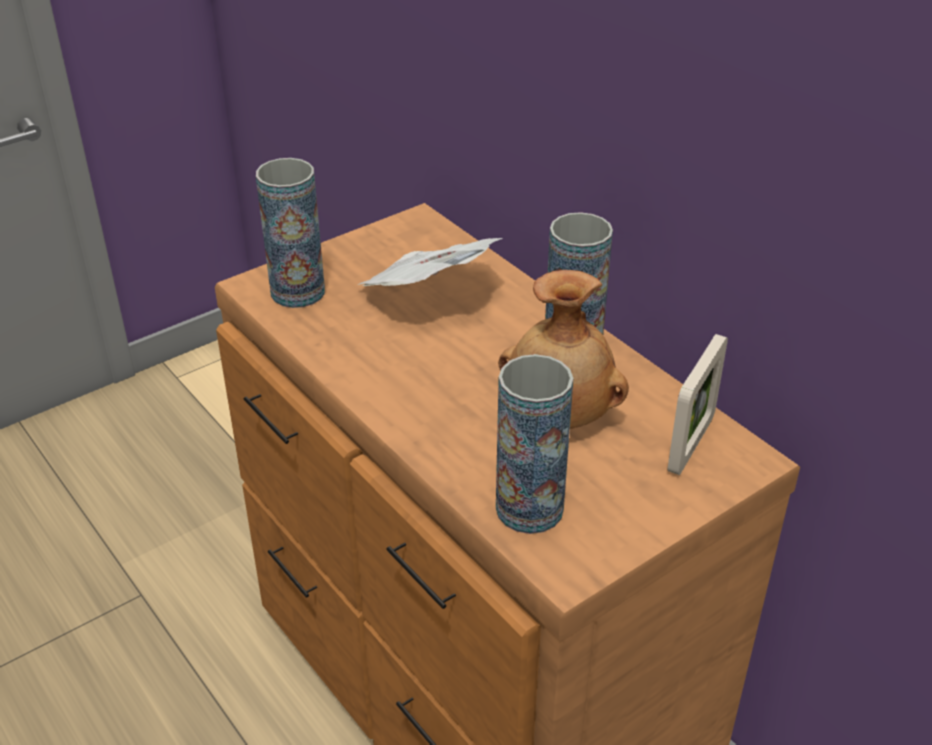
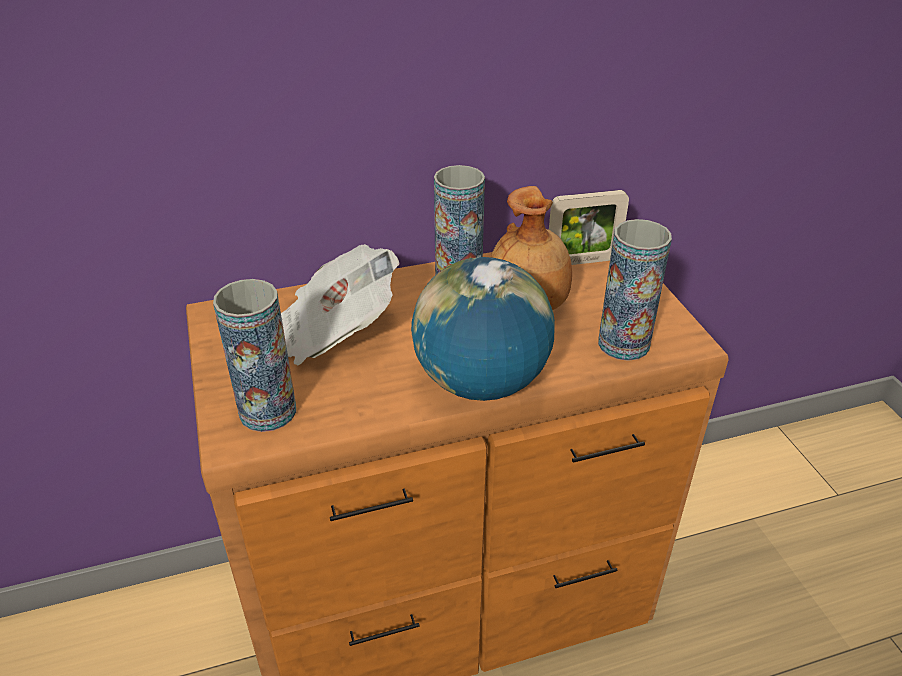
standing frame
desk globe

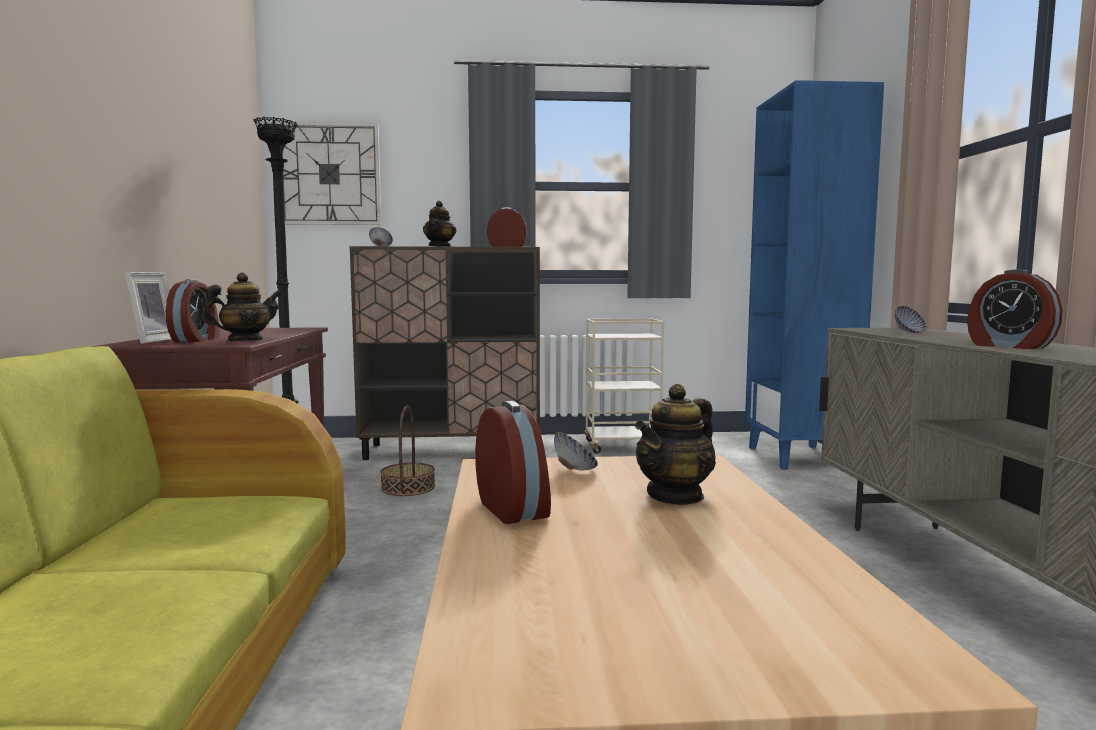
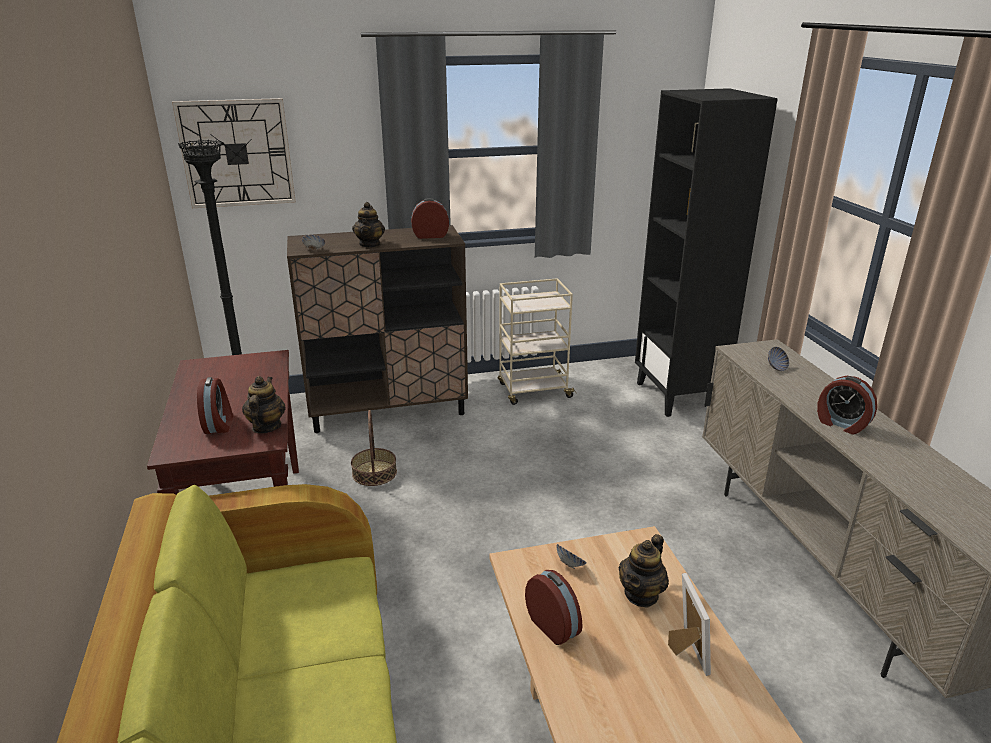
standing frame
pot for tea (1st from left)
blackish bookshelf

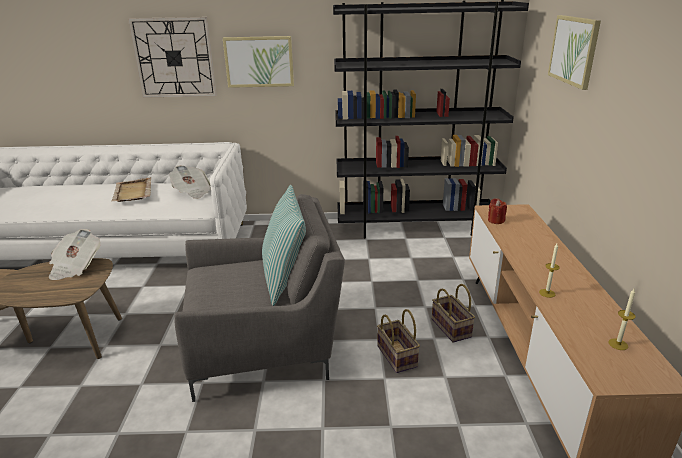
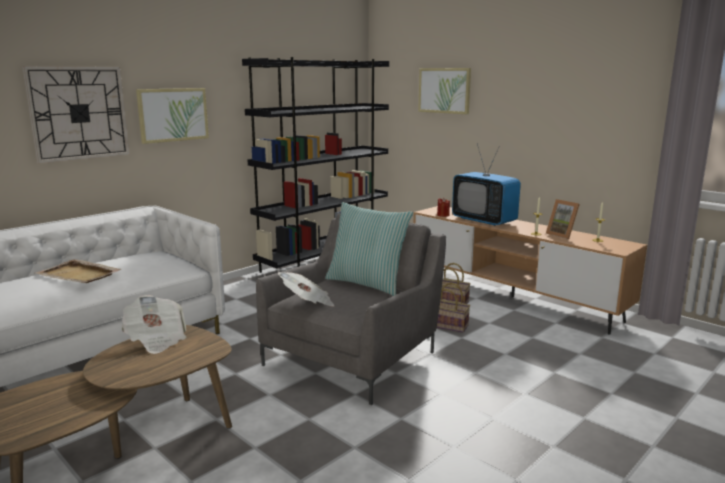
printed paper (2nd from left)
television
standing frame

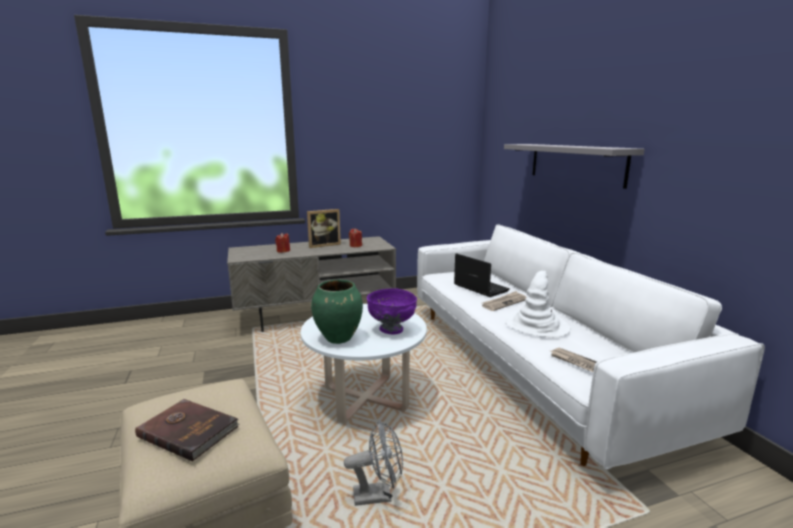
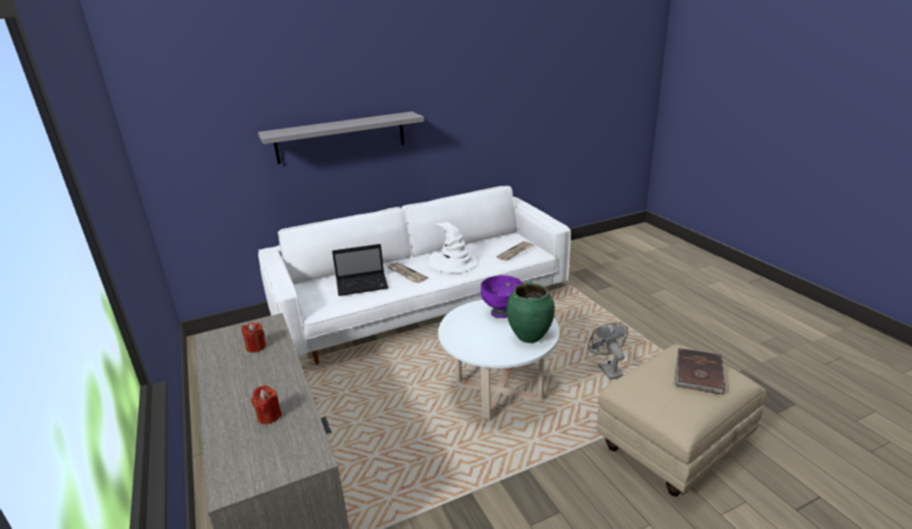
standing frame
notebook computer

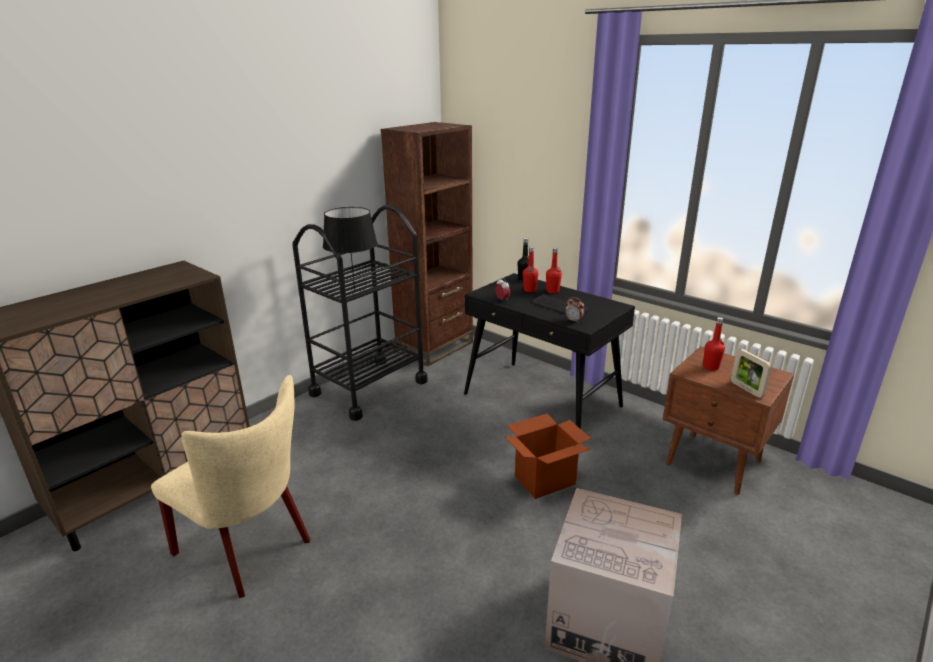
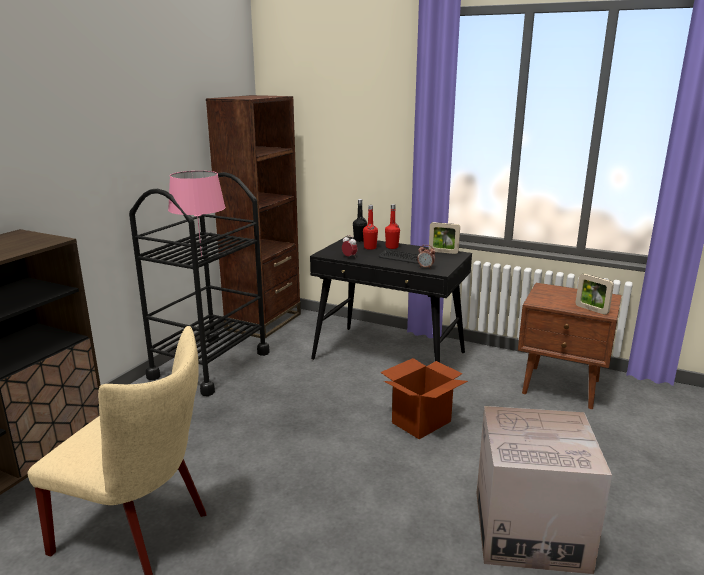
pinkish tabletop lamp
red bottle (3rd from left in the first image)
standing frame (1st from left)

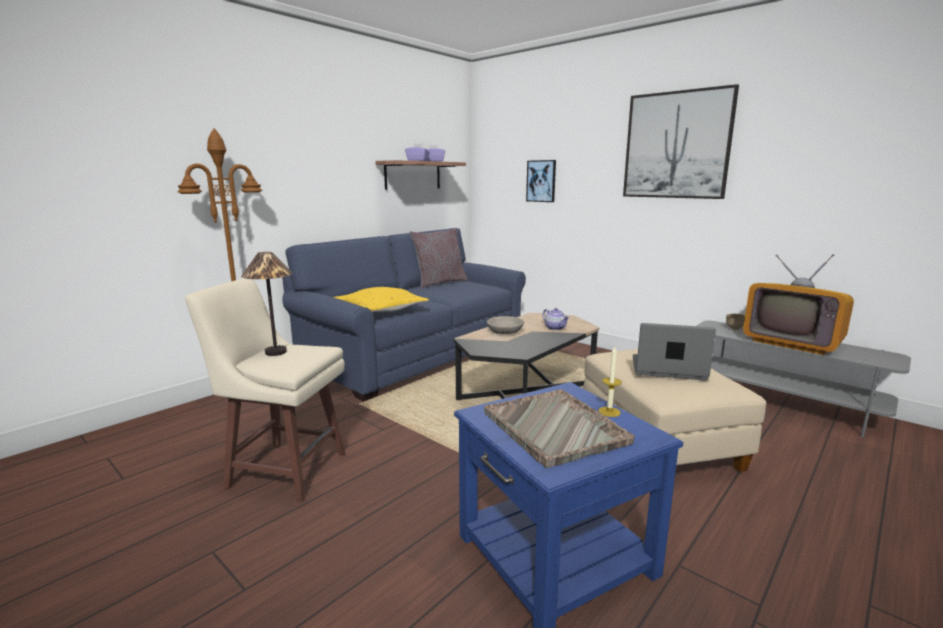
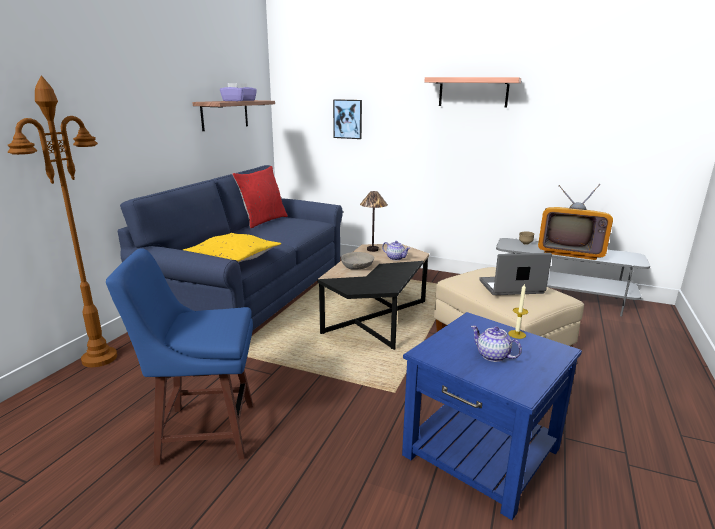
bluish stool
tabletop lamp
red pillow
pot for tea (2nd from left)
shelf (2nd from left)

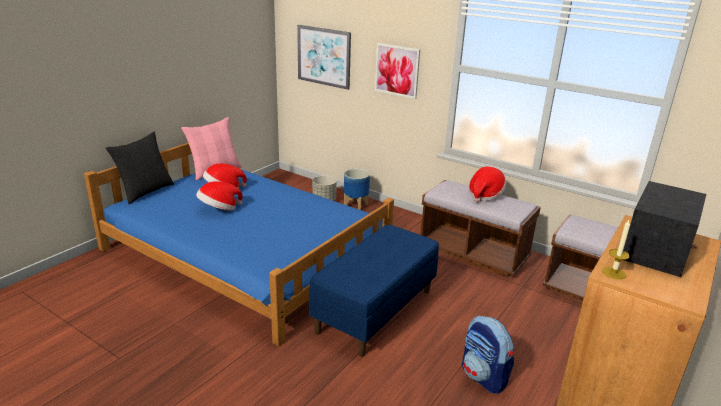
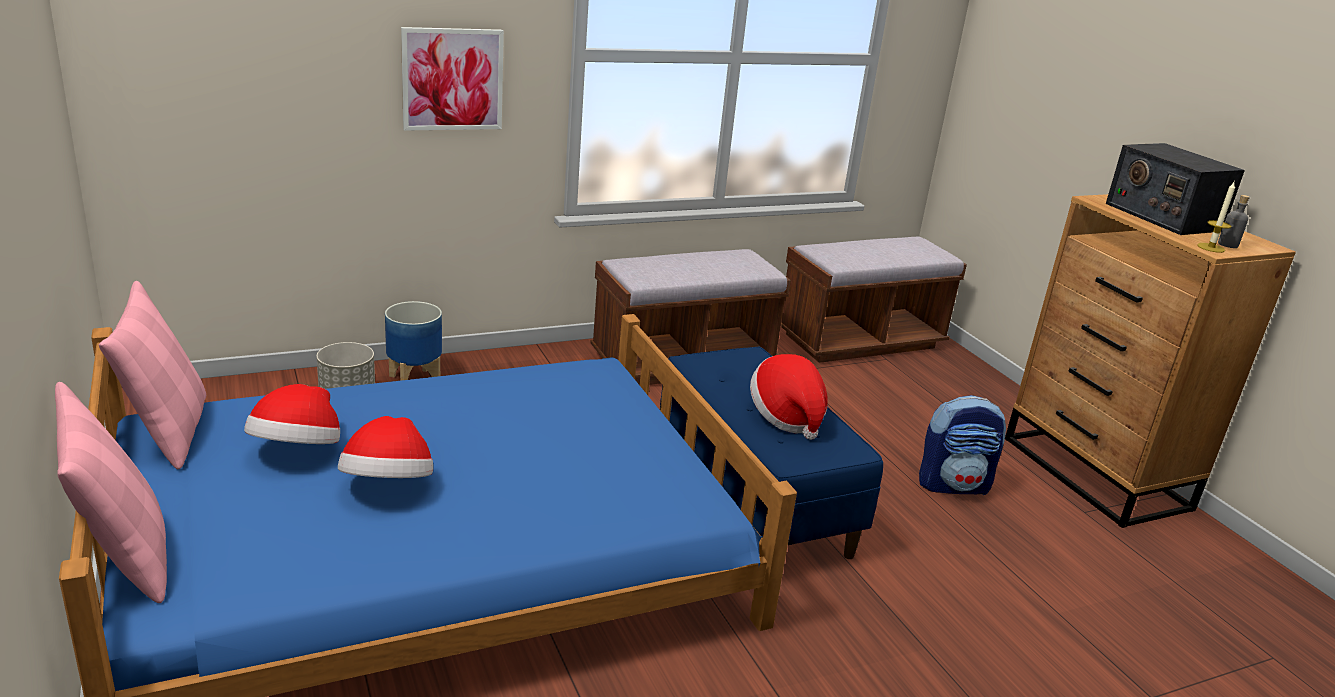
pinkish pillow (1st from left)
wall art (1st from left in the first image)
clothing hat (3rd from left)
greyish bottle

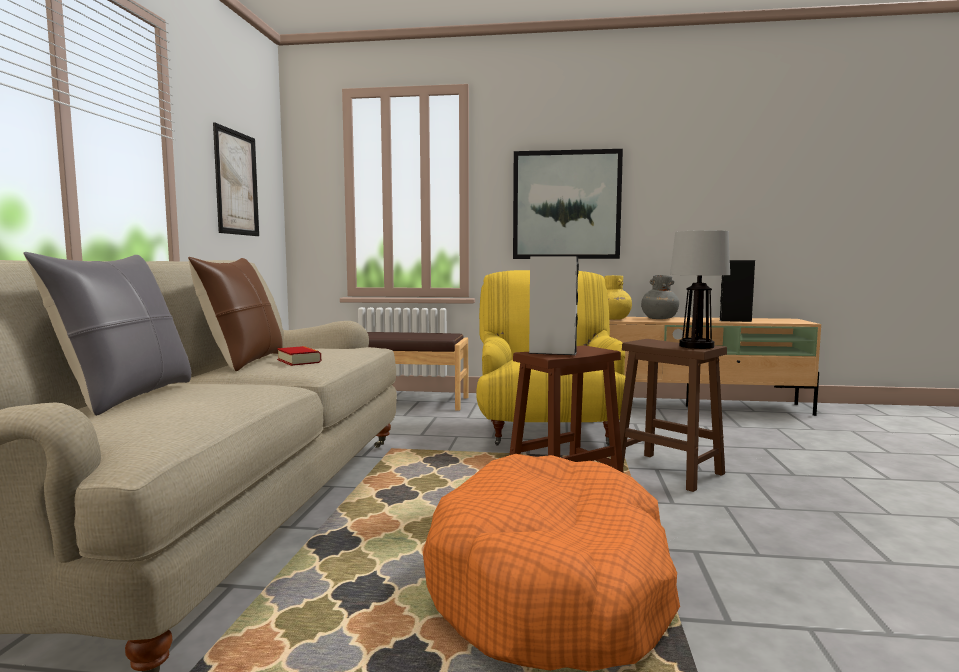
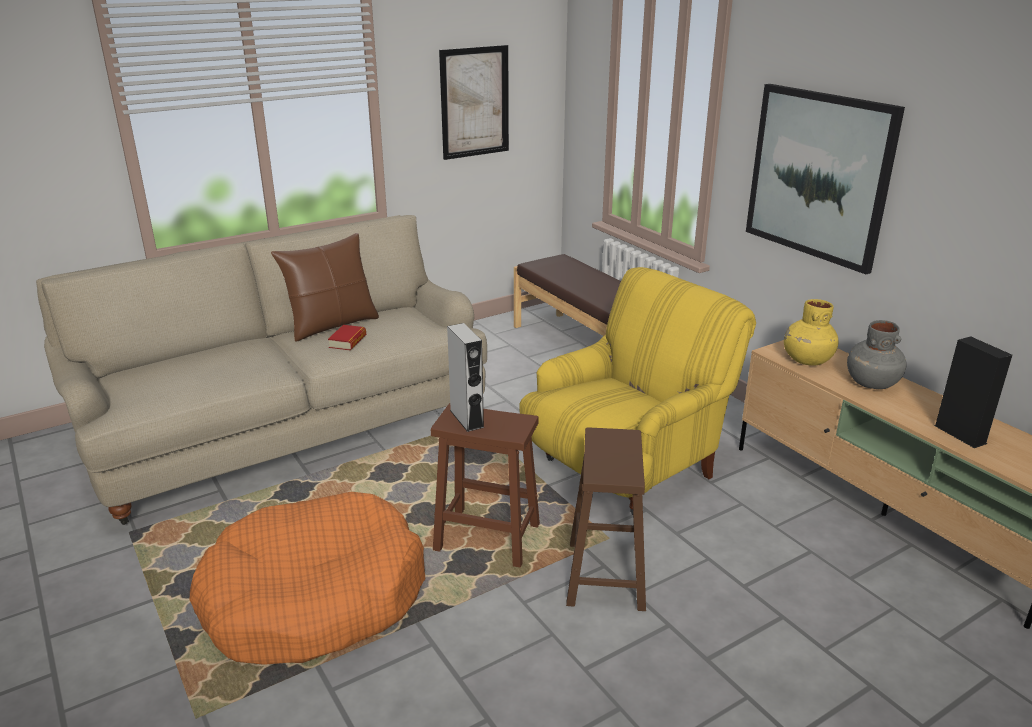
greyish pillow
tabletop lamp

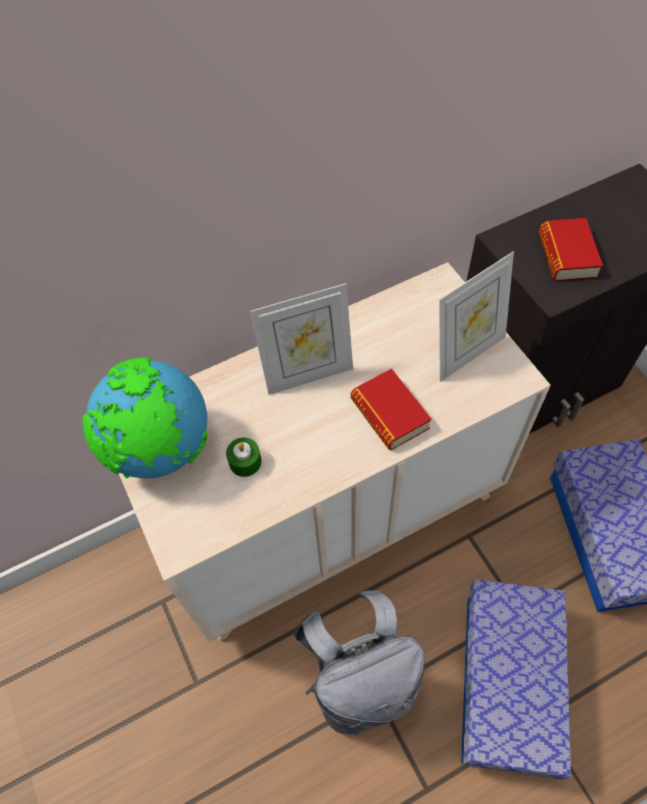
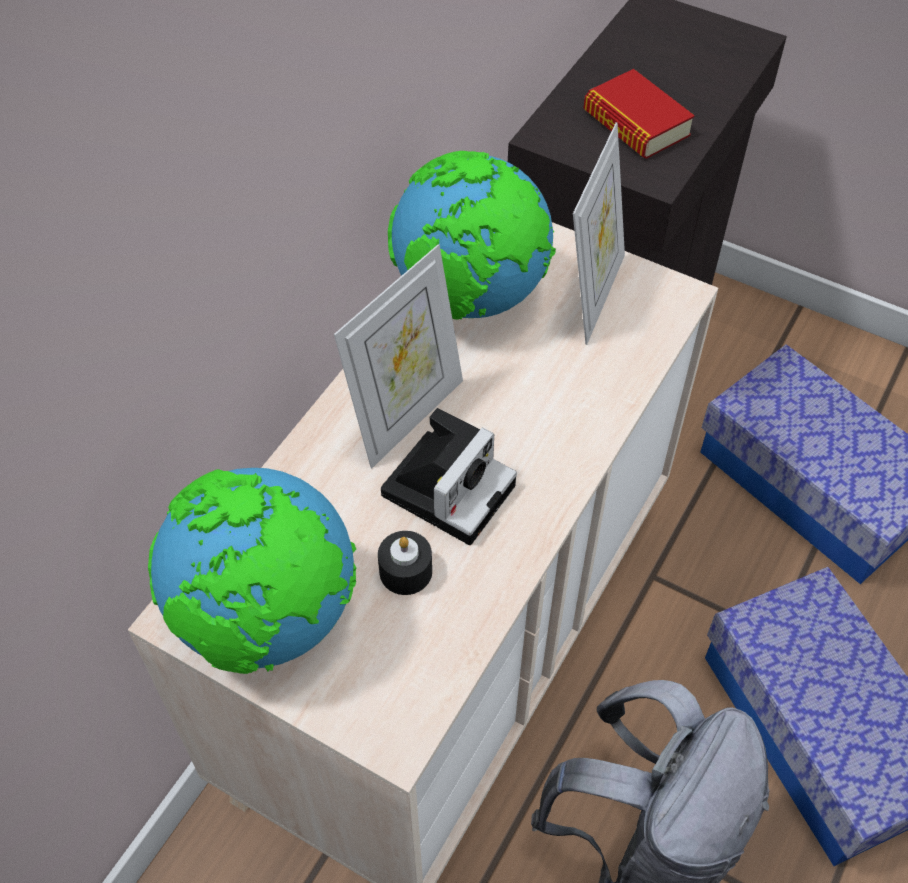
blackish wax candle
book (1st from left in the first image)
photo camera
desk globe (2nd from left)

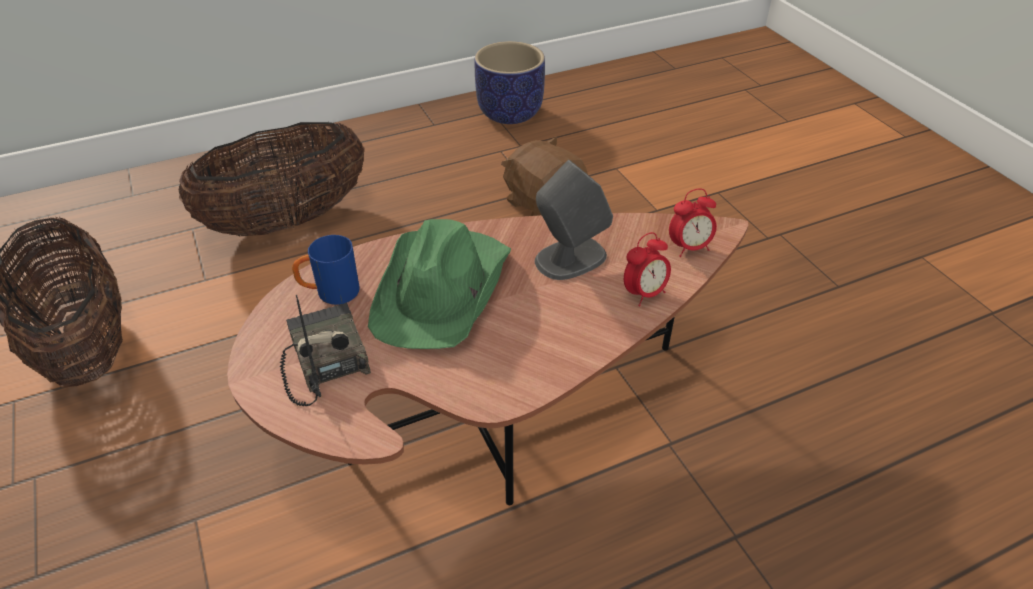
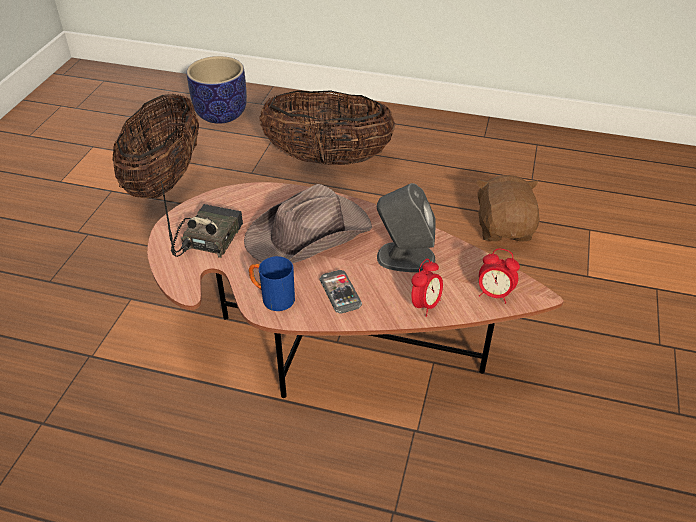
bluish coffee mug
brown-coloured clothing hat
planter
alarm clock (1st from left)
handset

